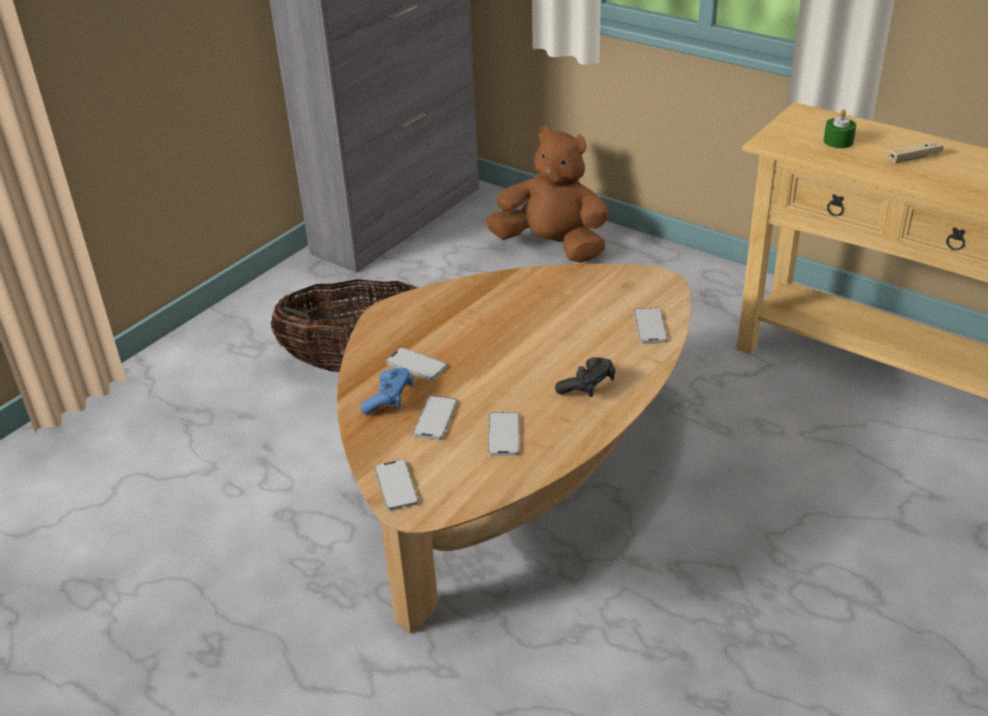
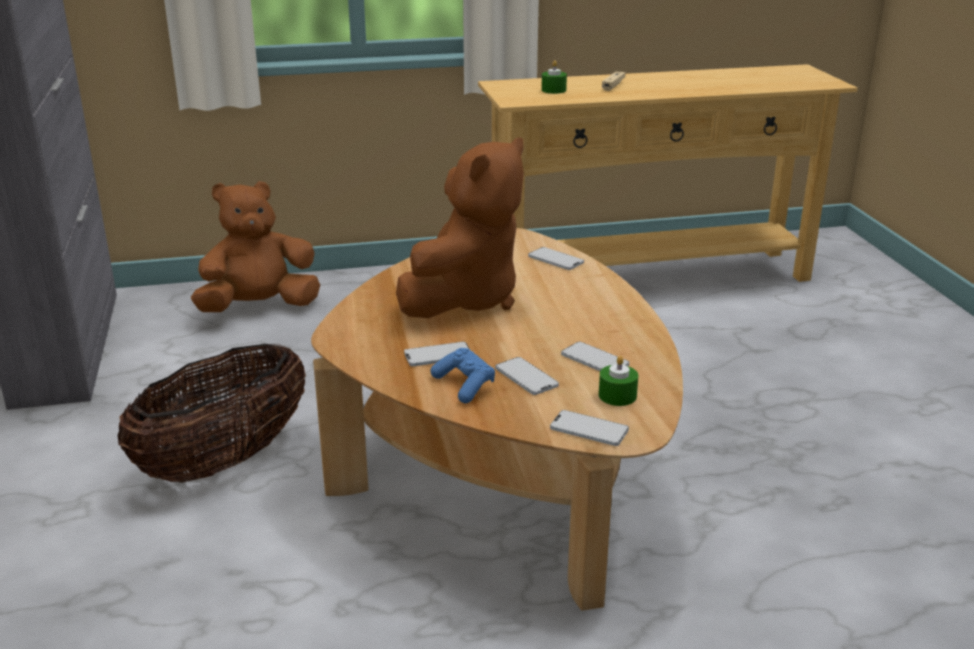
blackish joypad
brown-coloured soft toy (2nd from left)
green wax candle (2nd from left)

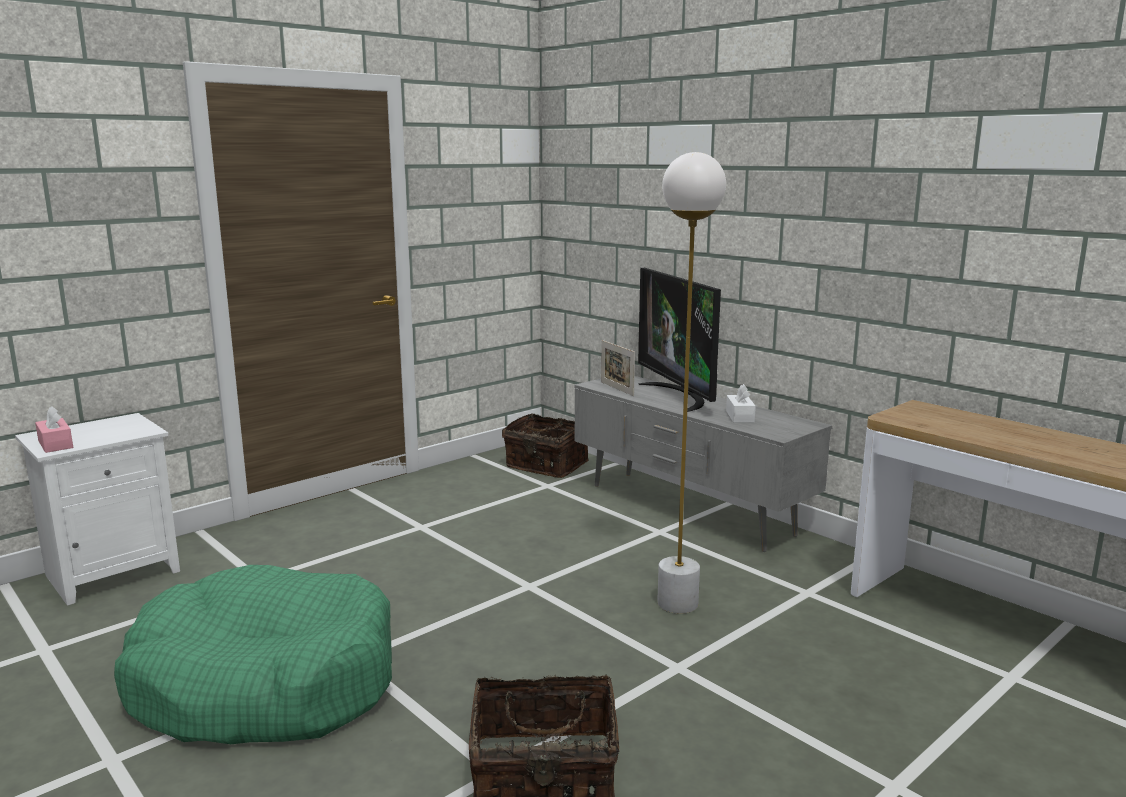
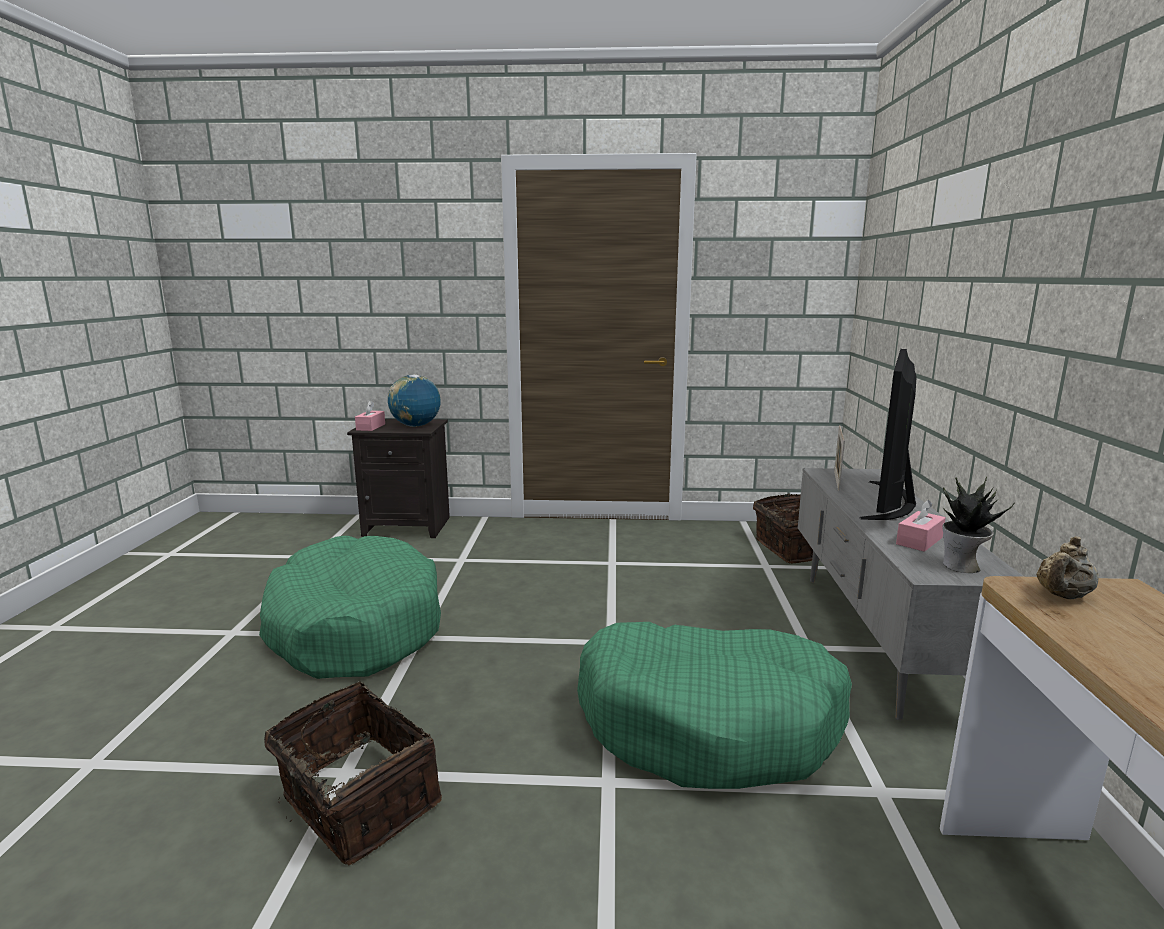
blackish nightstand
green dog cushion (2nd from left)
pinkish tissue box (2nd from left)
desk globe
houseplant
sand-coloured pot for tea

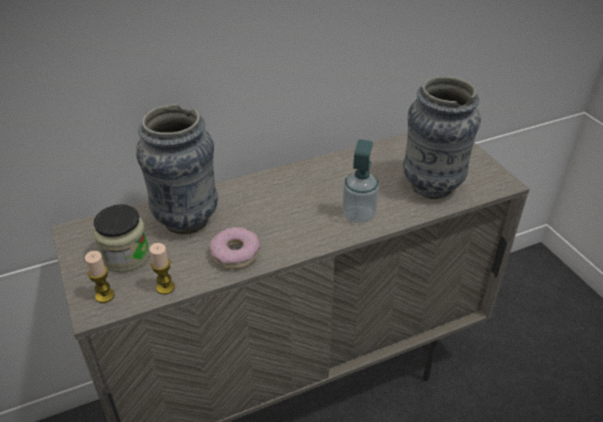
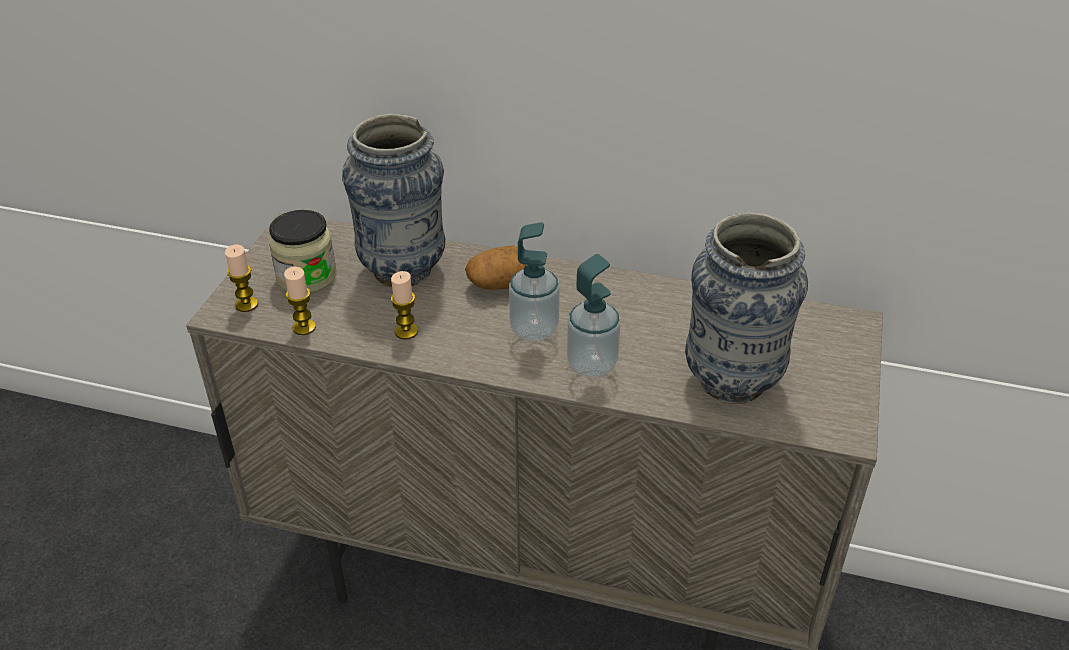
wax candle (3rd from left)
whole potato
soap dispenser (1st from left)

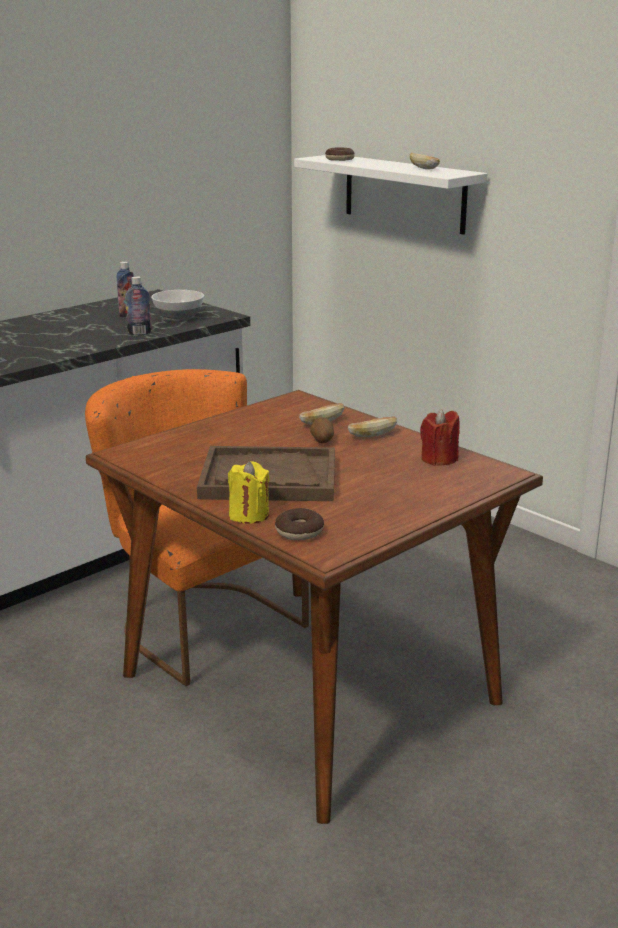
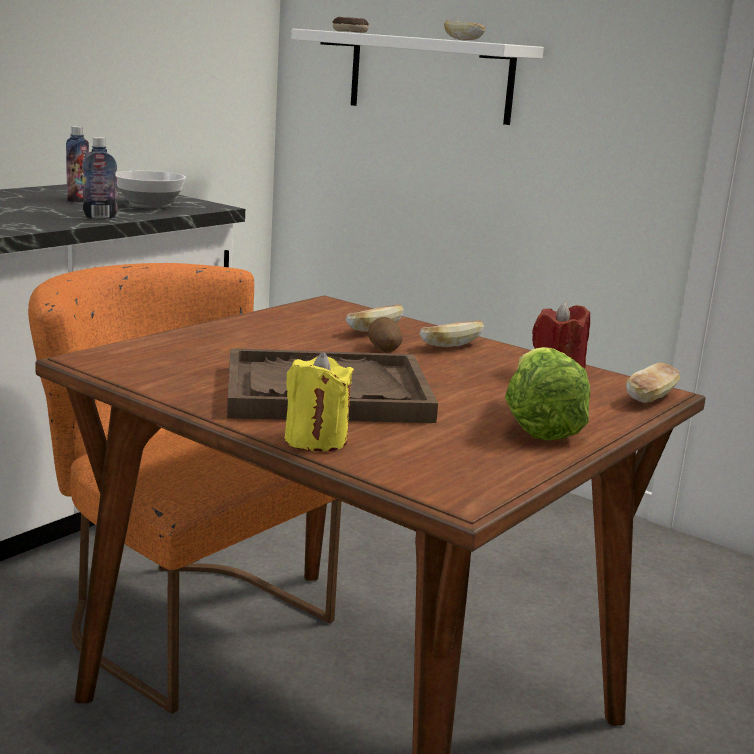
ring doughnut (1st from left in the first image)
lettuce head
bakery bread (4th from left)

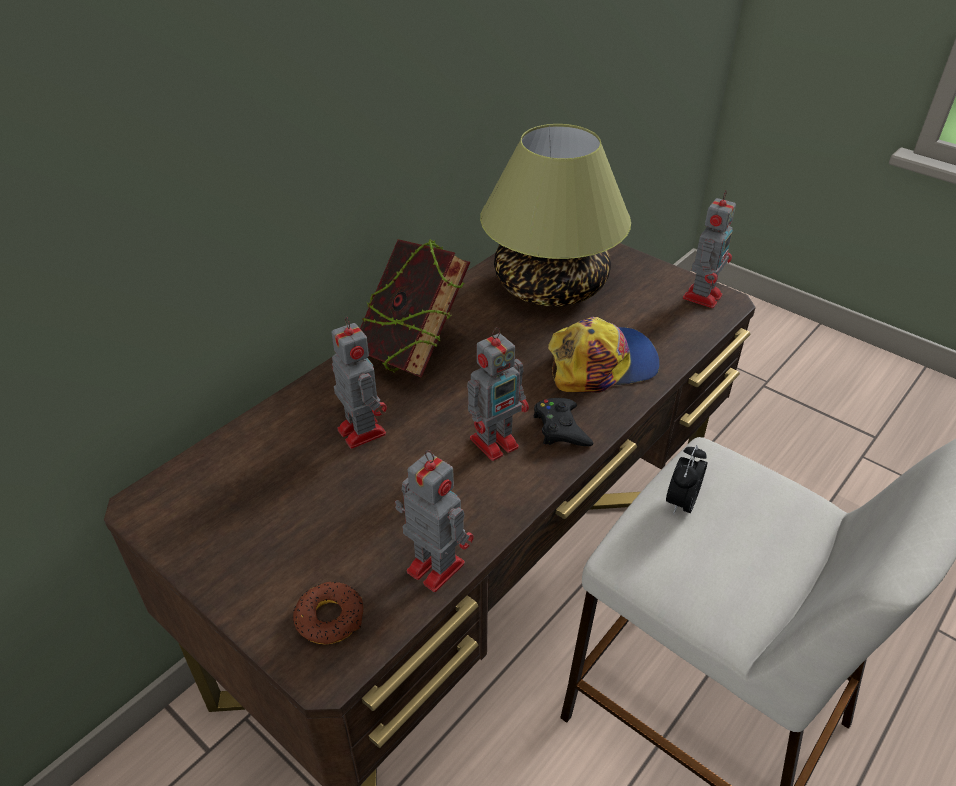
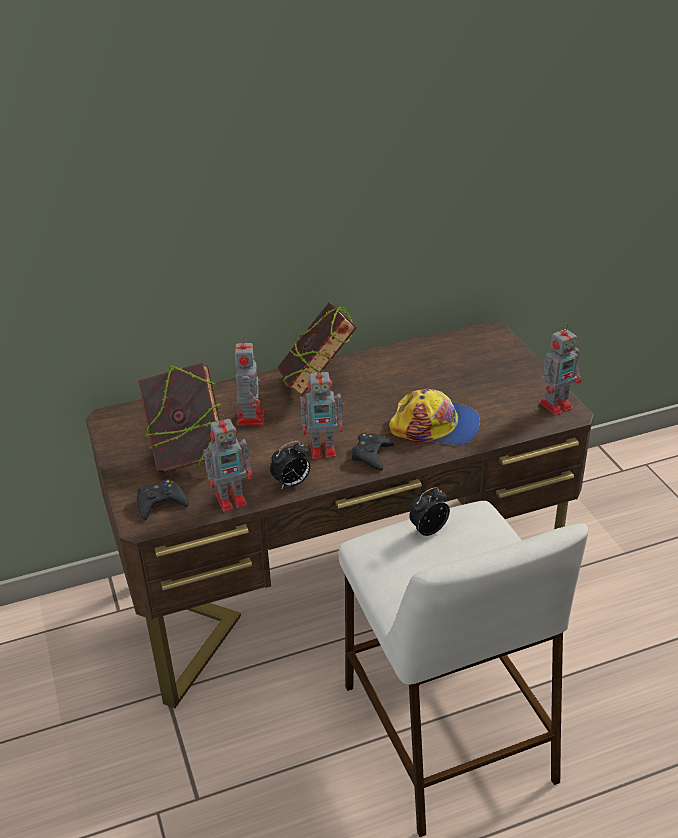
blackish joypad (1st from left)
robot figure (1st from left)
tabletop lamp
book (1st from left)
alarm clock (1st from left)

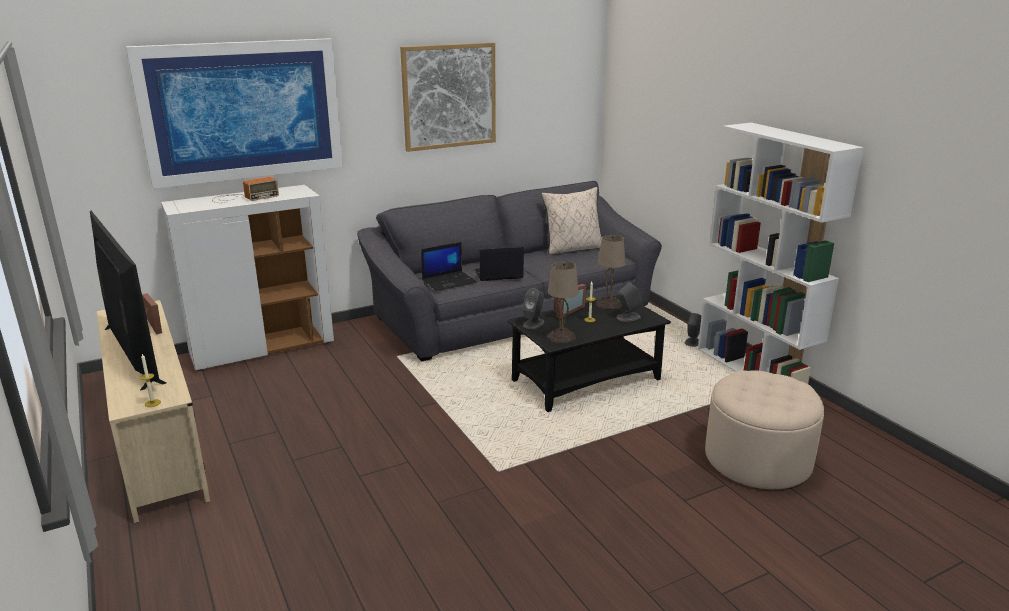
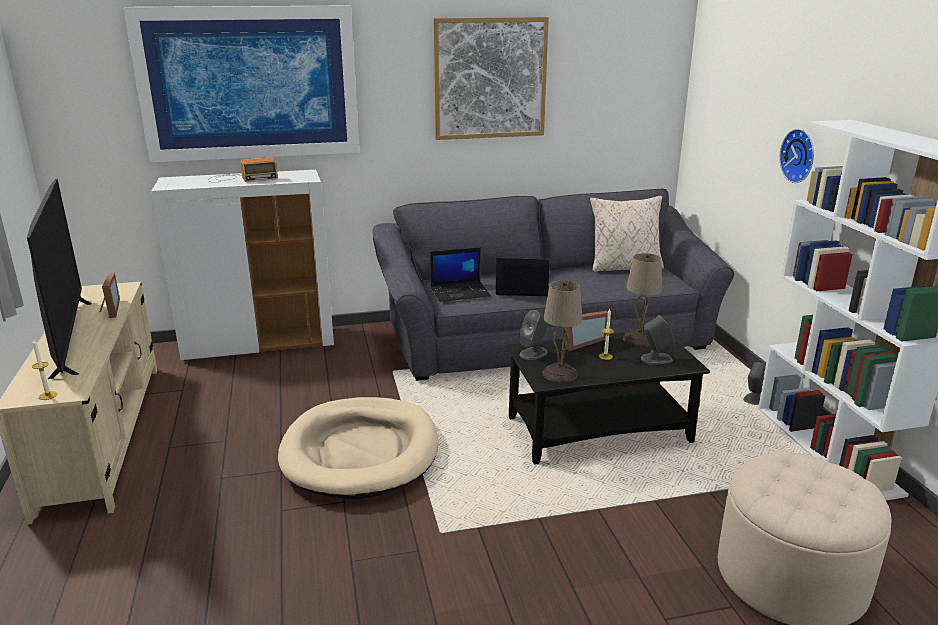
sand-coloured dog cushion
hanging clock

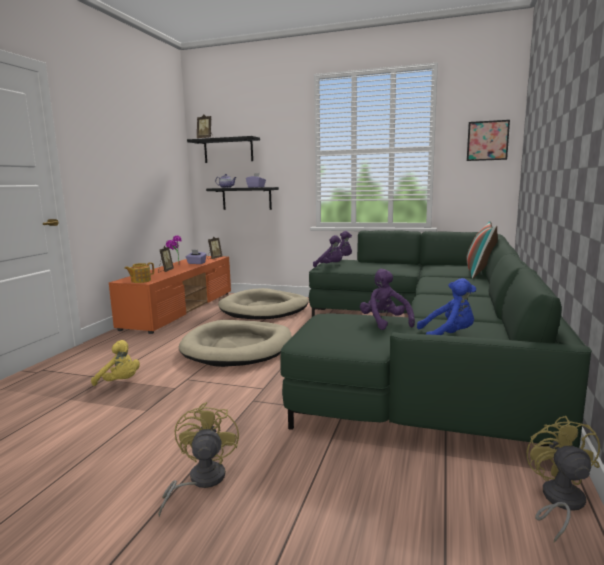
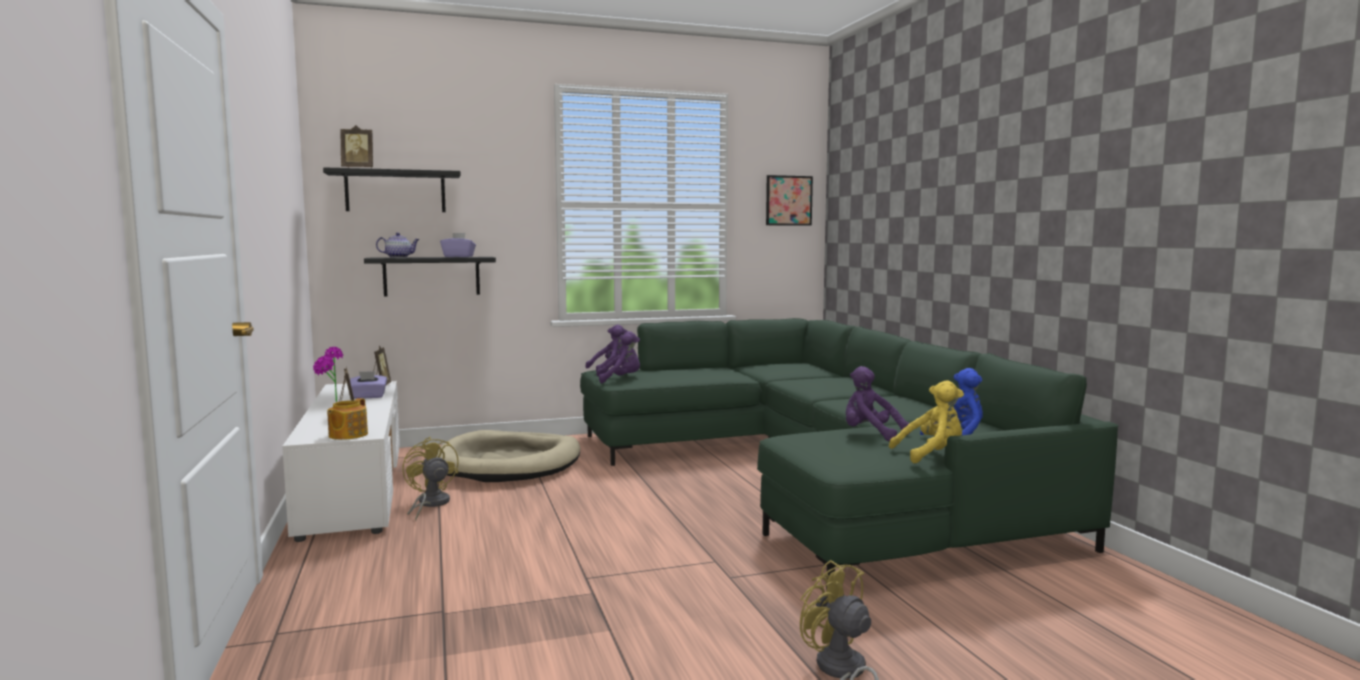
yellow-coloured soft toy
white-coloured tv stand
sand-coloured dog cushion (1st from left in the first image)
pillow
yellow-coloured electric fan (1st from left)

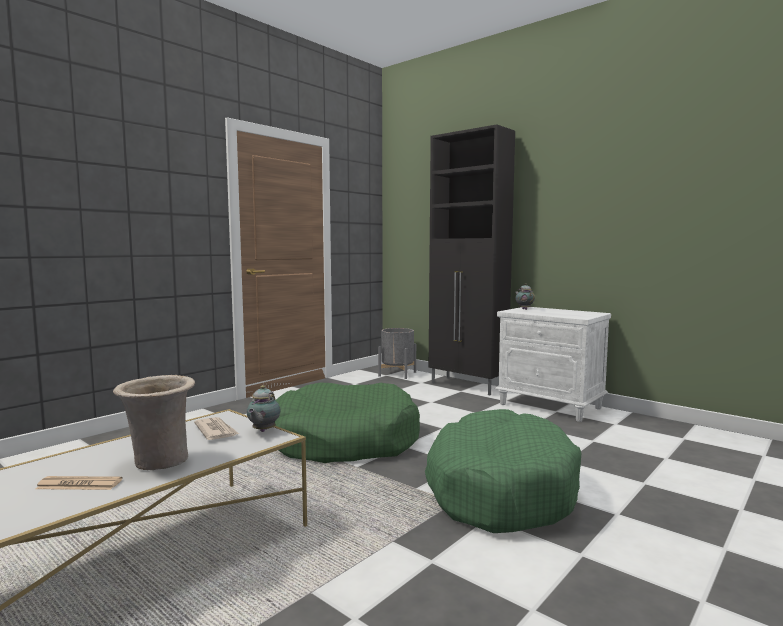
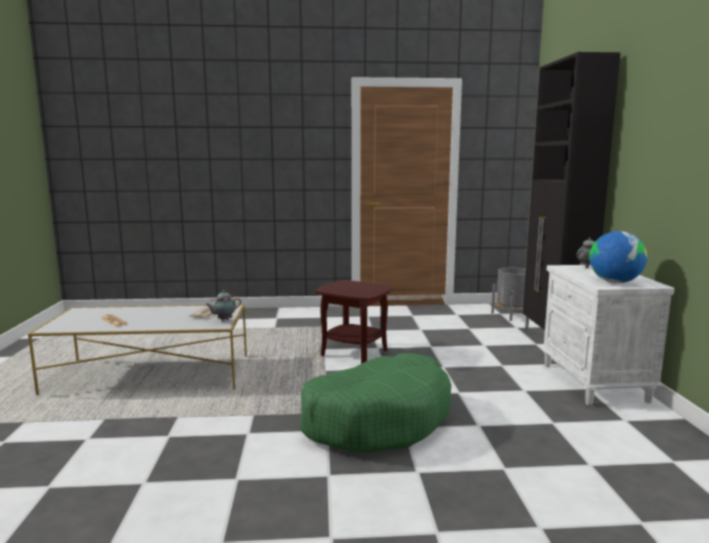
sand-coloured vase
brown-coloured accent table
desk globe

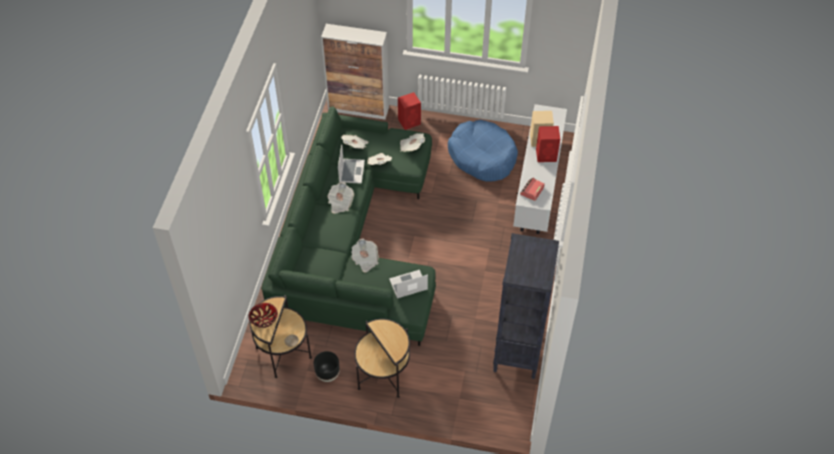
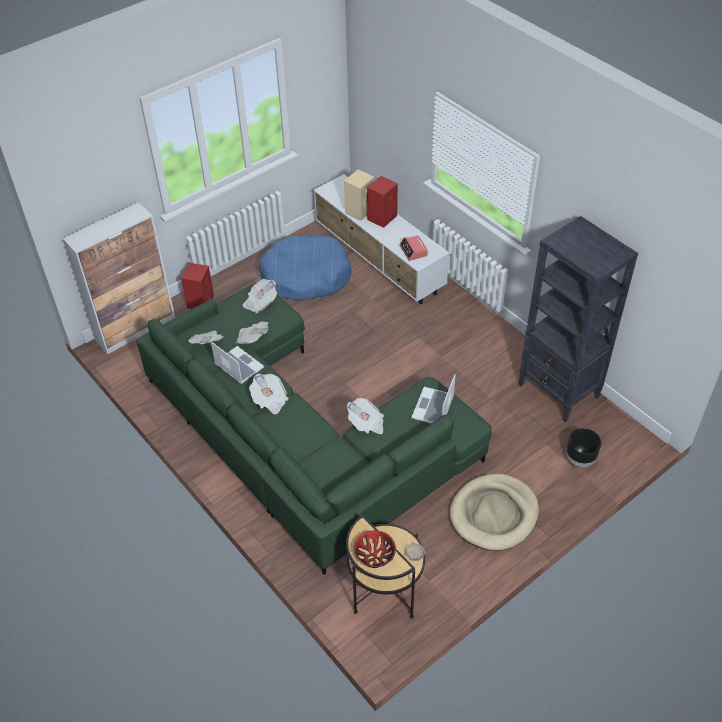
blackish planter
sand-coloured dog cushion

